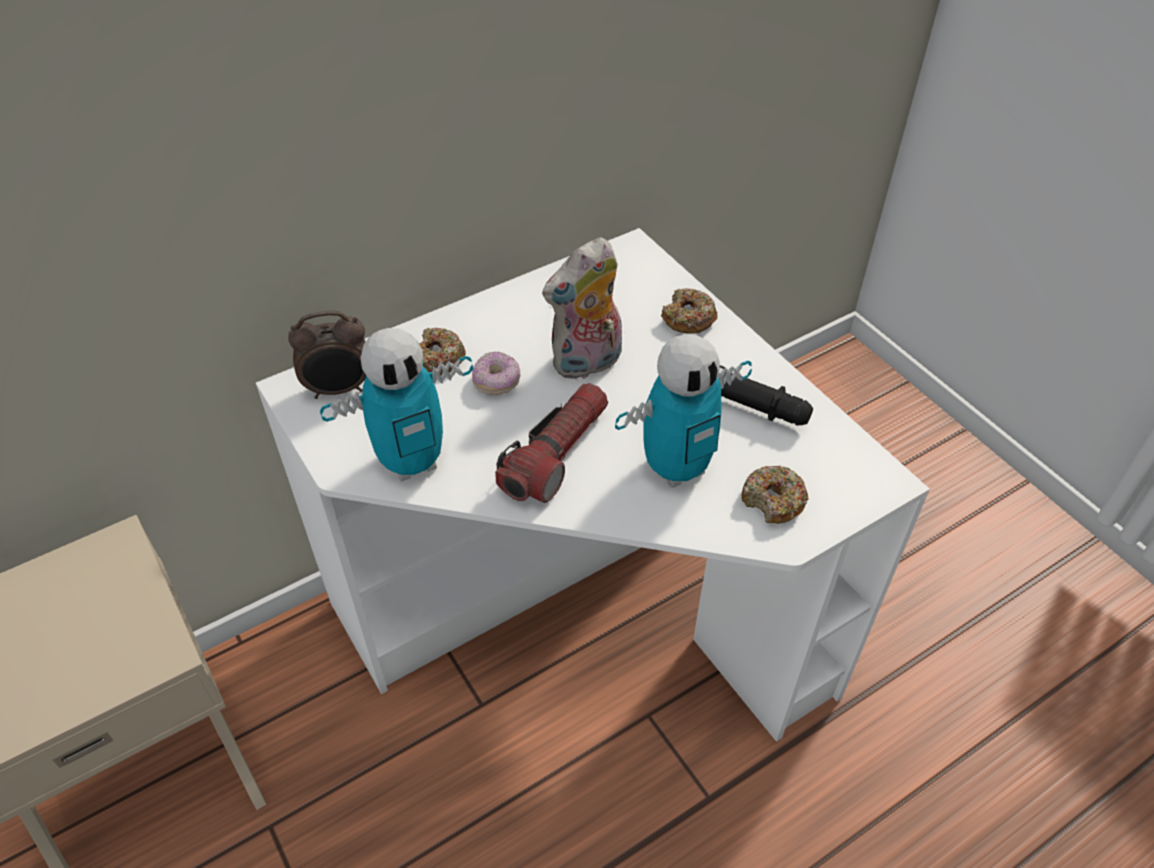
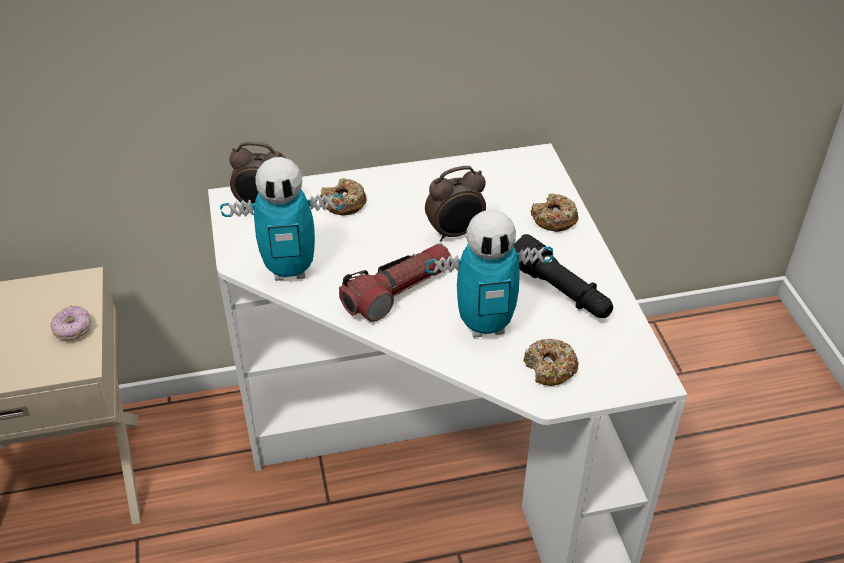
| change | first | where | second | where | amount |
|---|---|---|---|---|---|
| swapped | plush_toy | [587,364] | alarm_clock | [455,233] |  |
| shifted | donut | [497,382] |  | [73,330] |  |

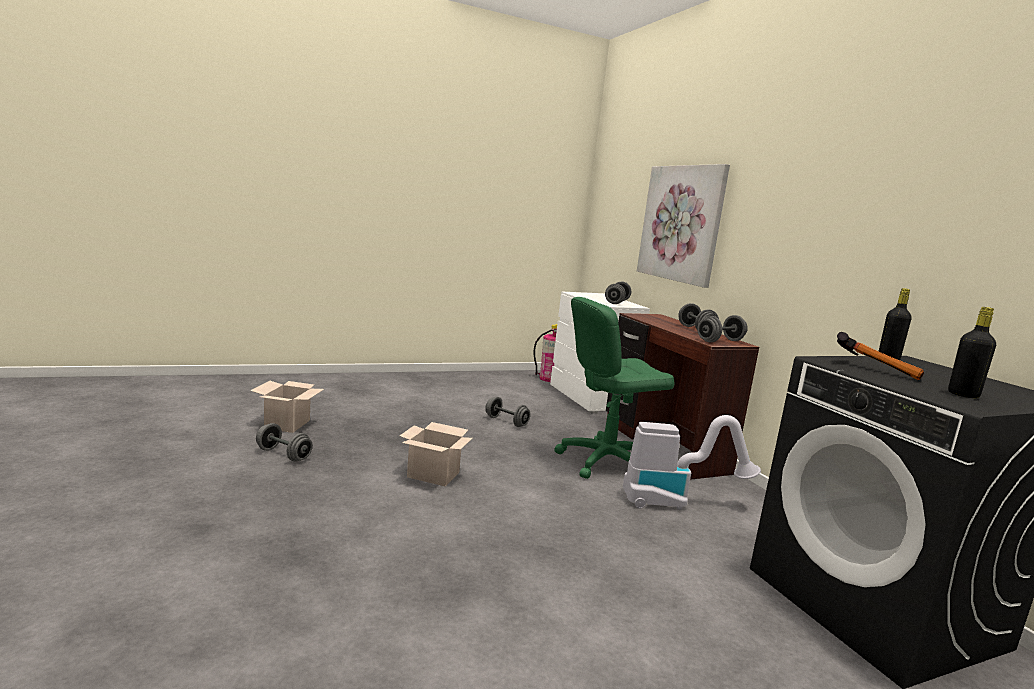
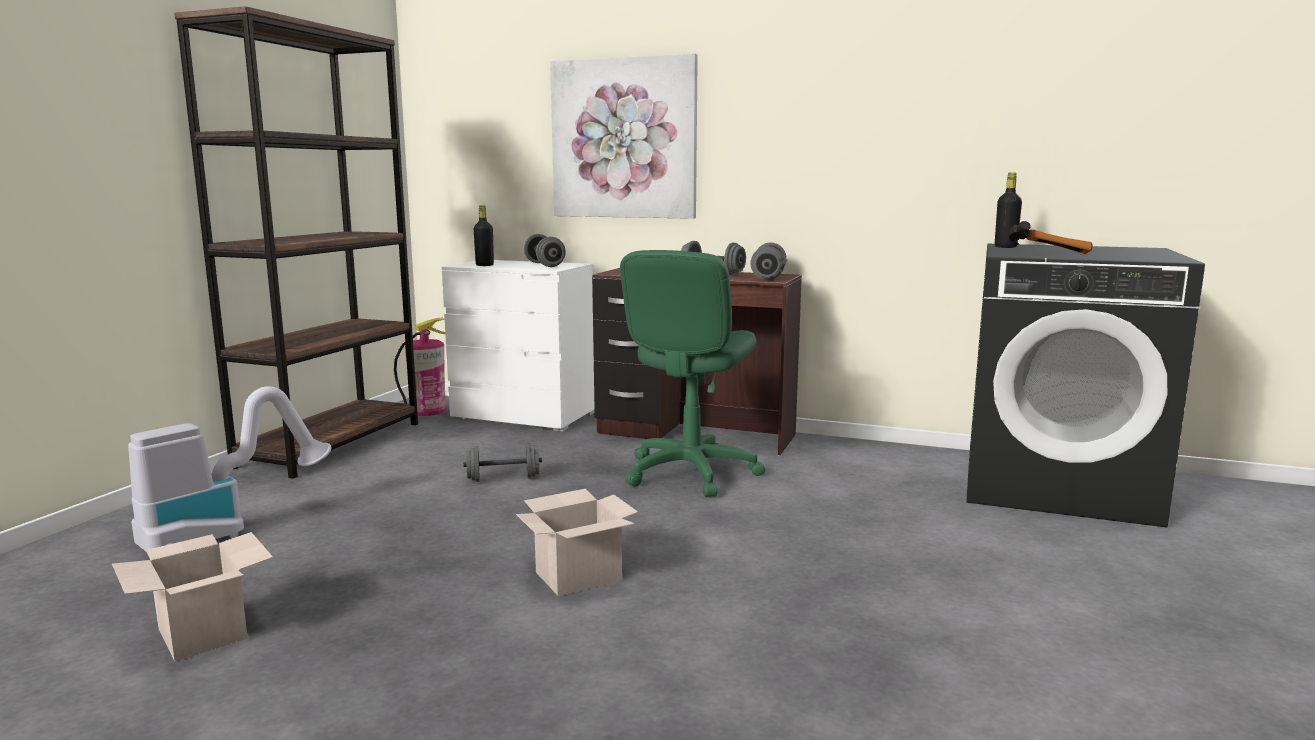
| change | first | where | second | where | amount |
|---|---|---|---|---|---|
| shifted | black_bottle | [963,395] |  | [484,265] |  |
| shifted | vacuum_cleaner | [676,501] |  | [227,530] |  |
| gone | grey_dumbbell | [283,455] |  |  |  |
| new |  |  | brown_bookcase | [332,444] |  |

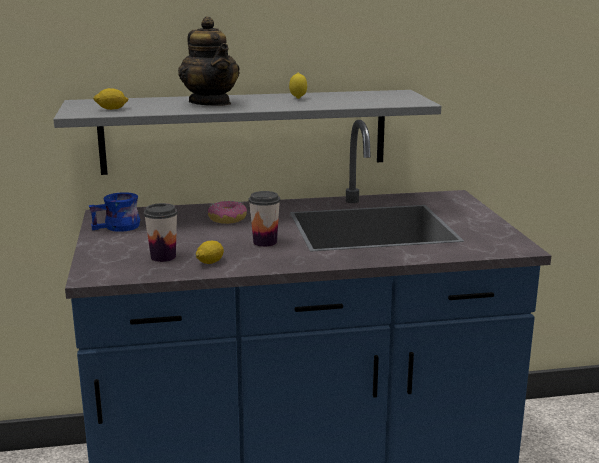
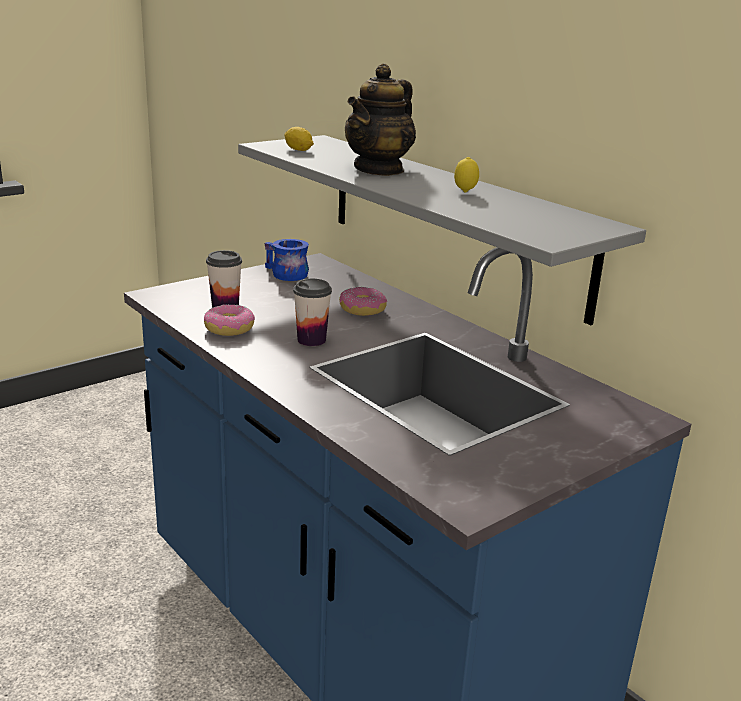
| change | first | where | second | where | amount |
|---|---|---|---|---|---|
| swapped | lemon | [210,262] | donut | [229,329] |  |

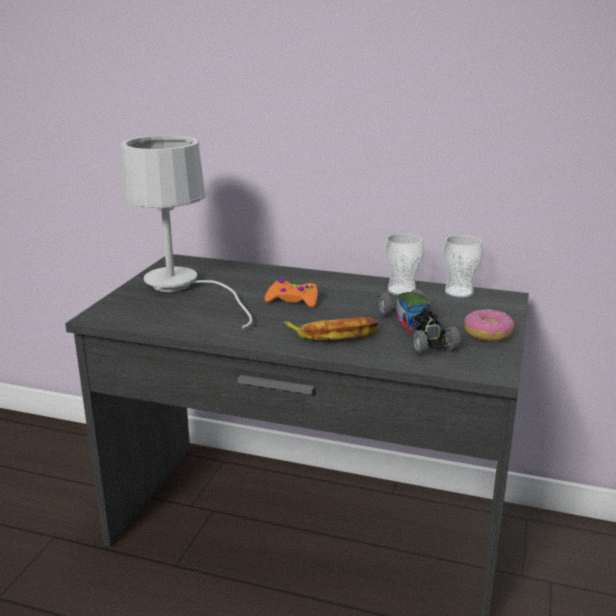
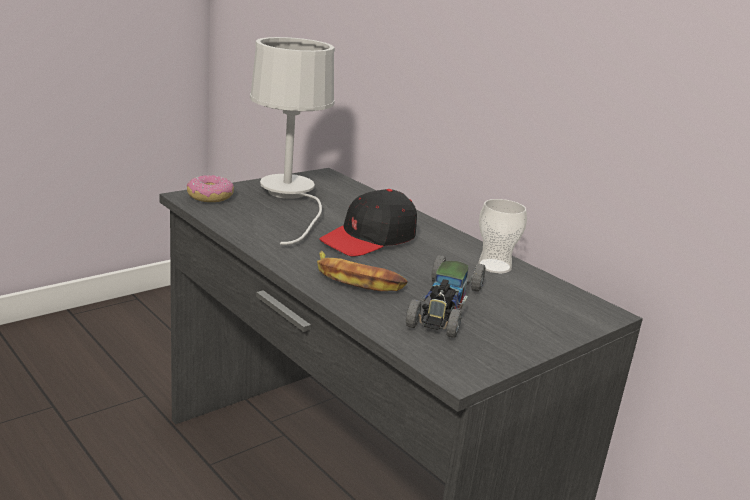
| change | first | where | second | where | amount |
|---|---|---|---|---|---|
| gone | cup | [459,292] |  |  |  |
| swapped | orange_game_controller | [293,300] | black_cap | [369,239] |  |
| shifted | donut | [488,334] |  | [210,197] |  |

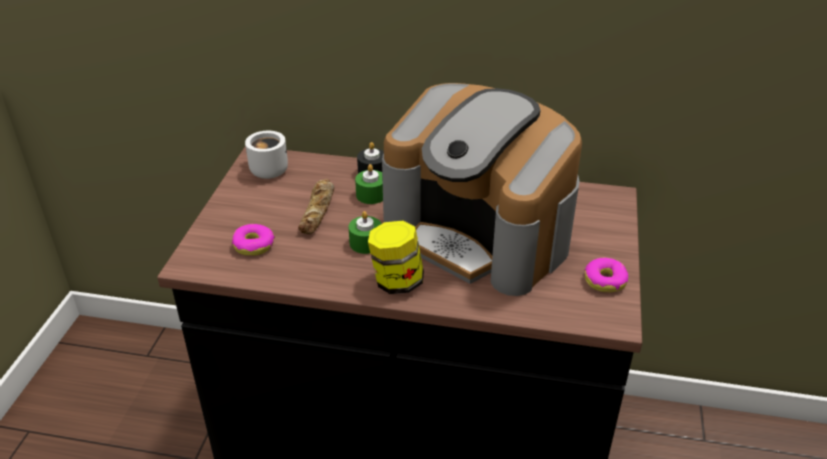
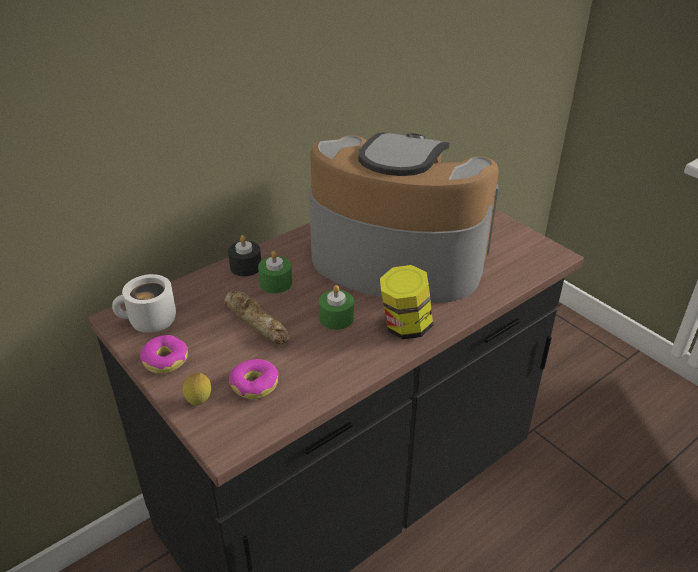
| change | first | where | second | where | amount |
|---|---|---|---|---|---|
| rotated | coffee_machine | [480,234] |  | [396,258] | 150 degrees counterclockwise |
| shifted | donut | [605,280] |  | [165,360] |  |
| new |  |  | lemon | [199,402] |  |

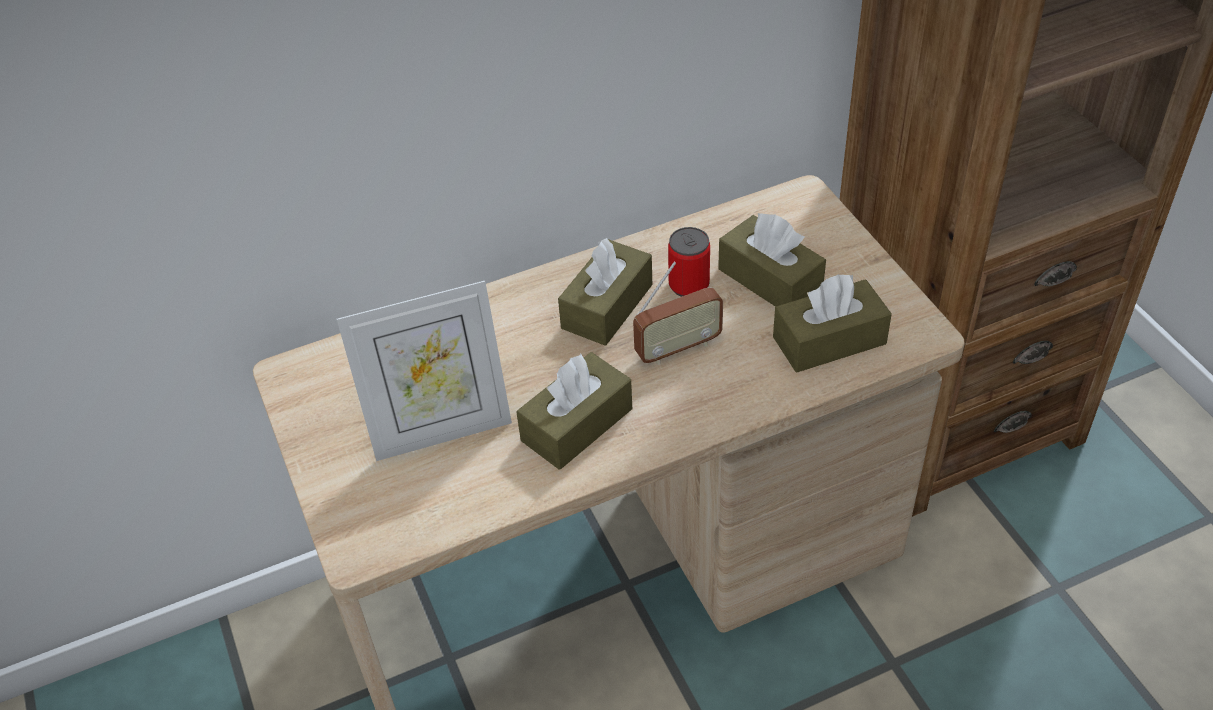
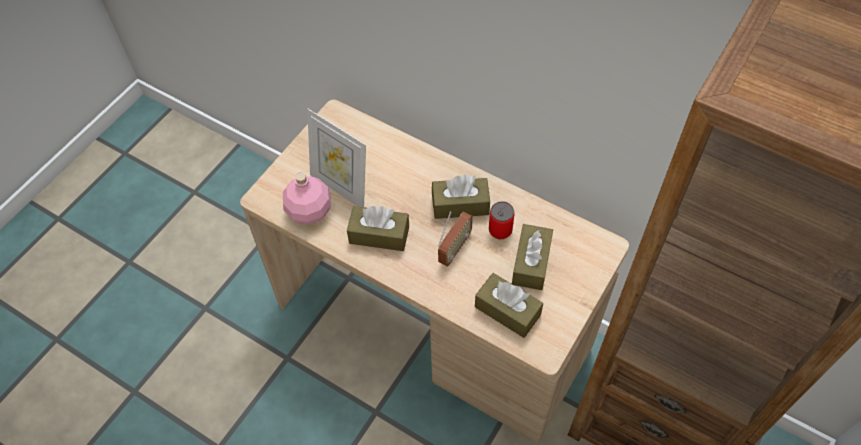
| change | first | where | second | where | amount |
|---|---|---|---|---|---|
| rotated | radio | [678,348] |  | [454,248] | 90 degrees counterclockwise |
| new |  |  | pink_bottle | [309,212] |  |

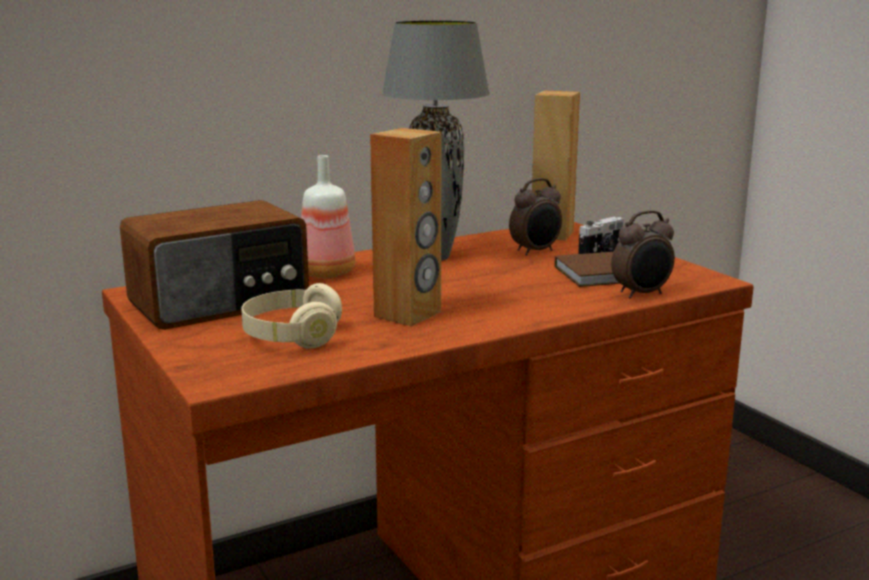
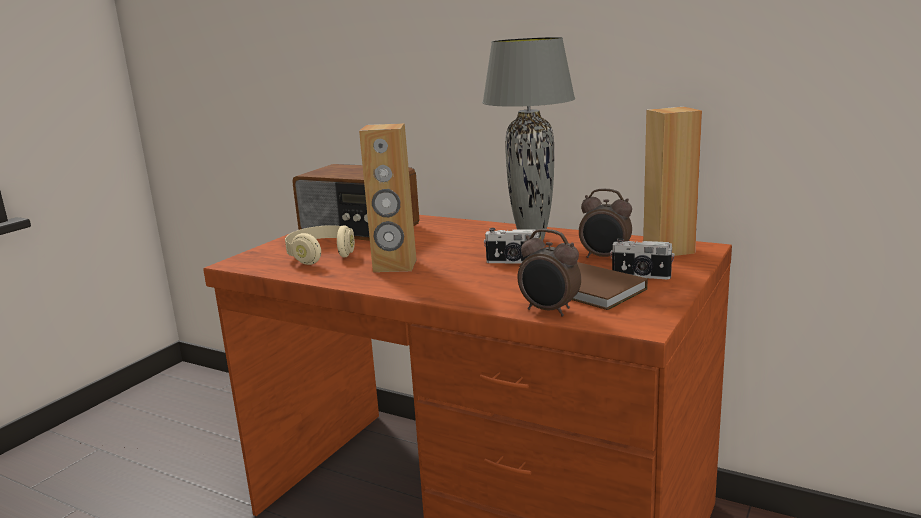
| change | first | where | second | where | amount |
|---|---|---|---|---|---|
| gone | bottle | [324,273] |  |  |  |
| new |  |  | photo_camera | [512,262] |  |

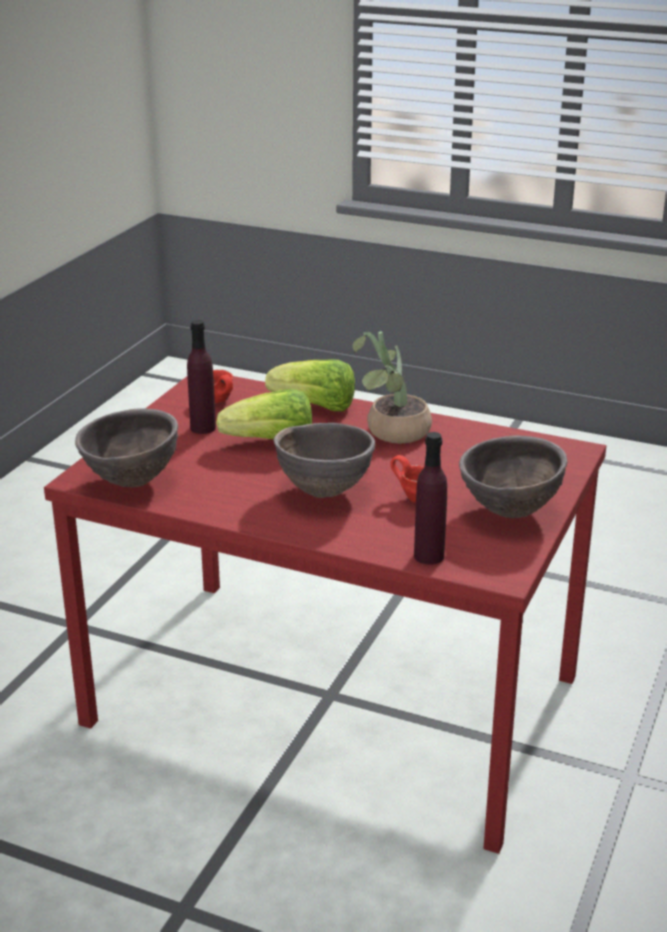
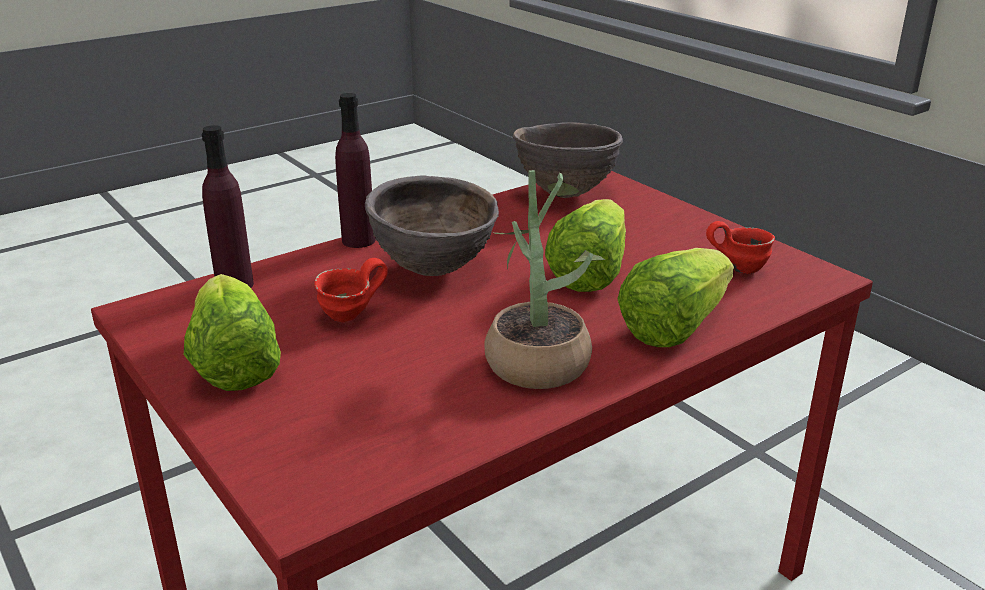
| change | first | where | second | where | amount |
|---|---|---|---|---|---|
| shifted | purple_bottle | [203,428] |  | [358,240] |  |
| swapped | brown_bowl | [509,512] | lettuce | [234,364] |  |

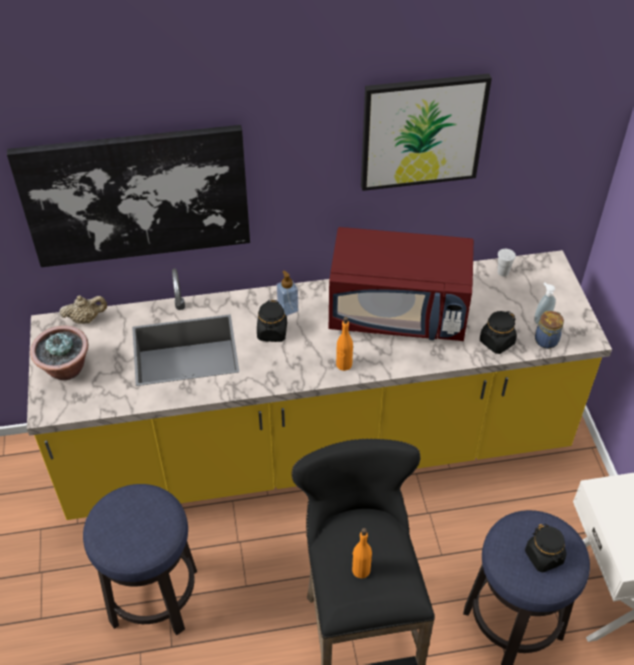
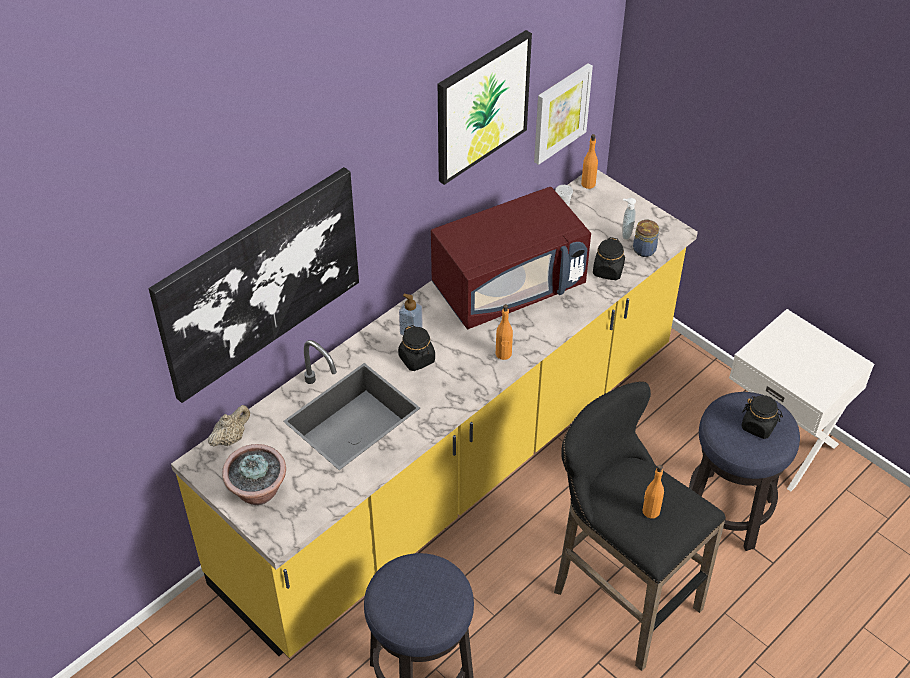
| change | first | where | second | where | amount |
|---|---|---|---|---|---|
| new |  |  | picture | [560,113] |  |
| new |  |  | orange_bottle | [588,184] |  |

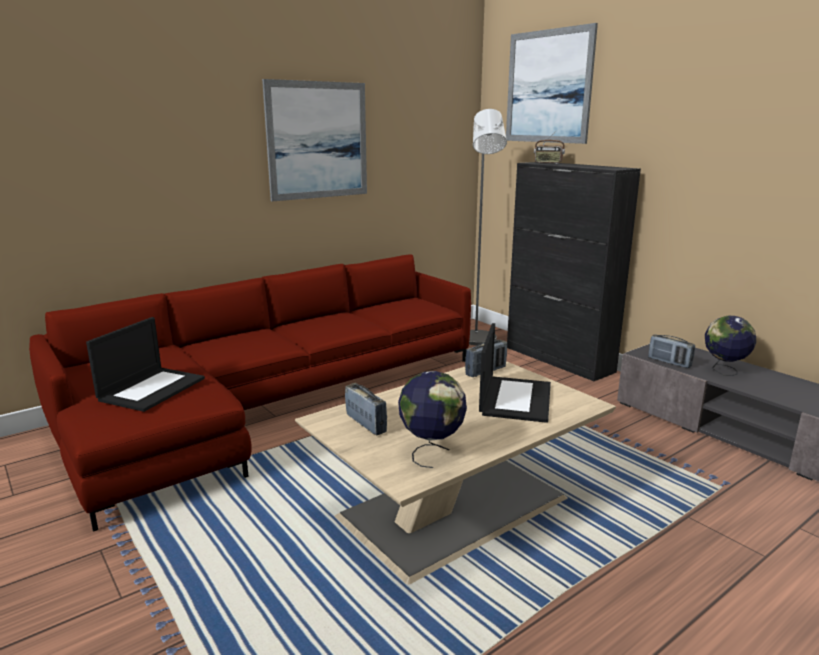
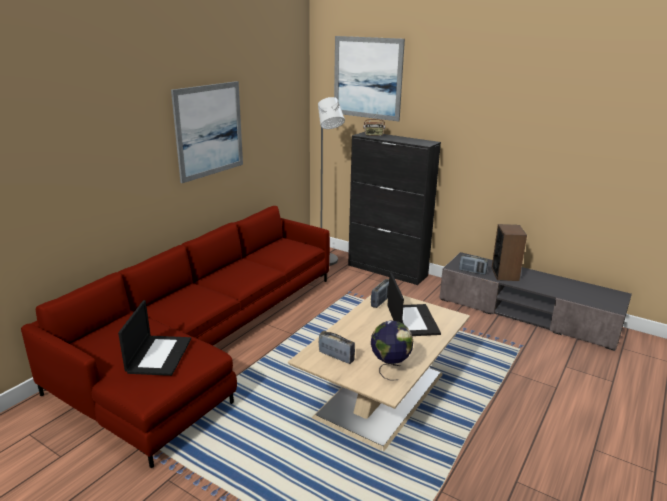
| change | first | where | second | where | amount |
|---|---|---|---|---|---|
| swapped | globe | [724,371] | speaker | [505,274] |  |

